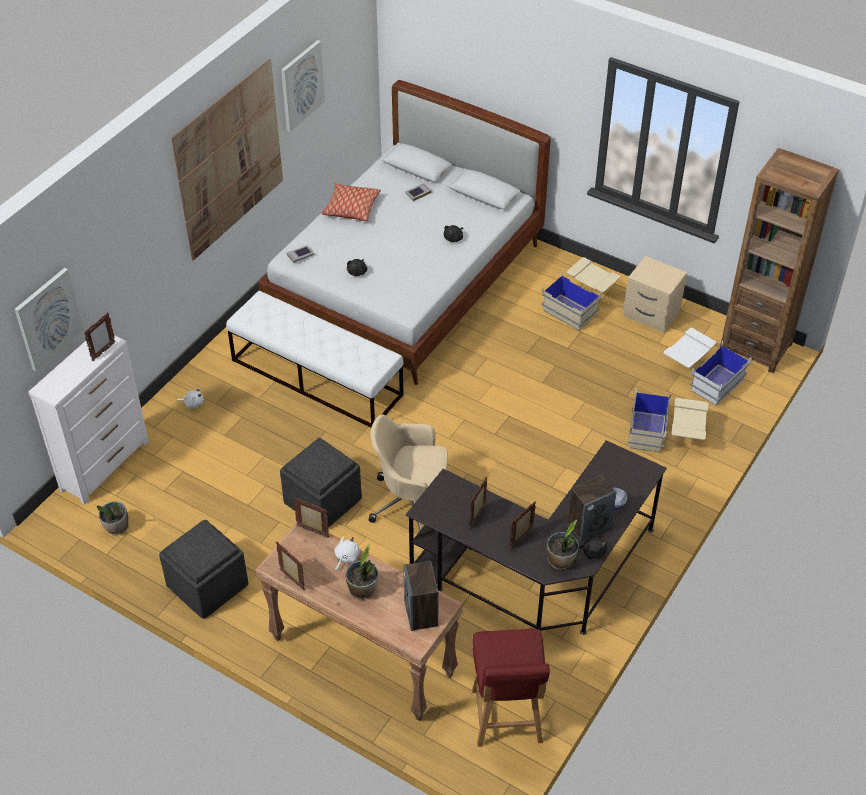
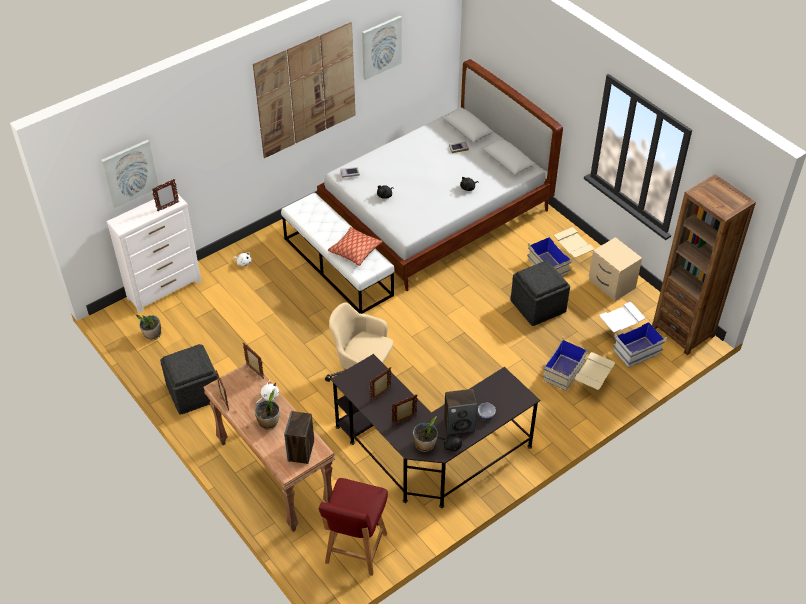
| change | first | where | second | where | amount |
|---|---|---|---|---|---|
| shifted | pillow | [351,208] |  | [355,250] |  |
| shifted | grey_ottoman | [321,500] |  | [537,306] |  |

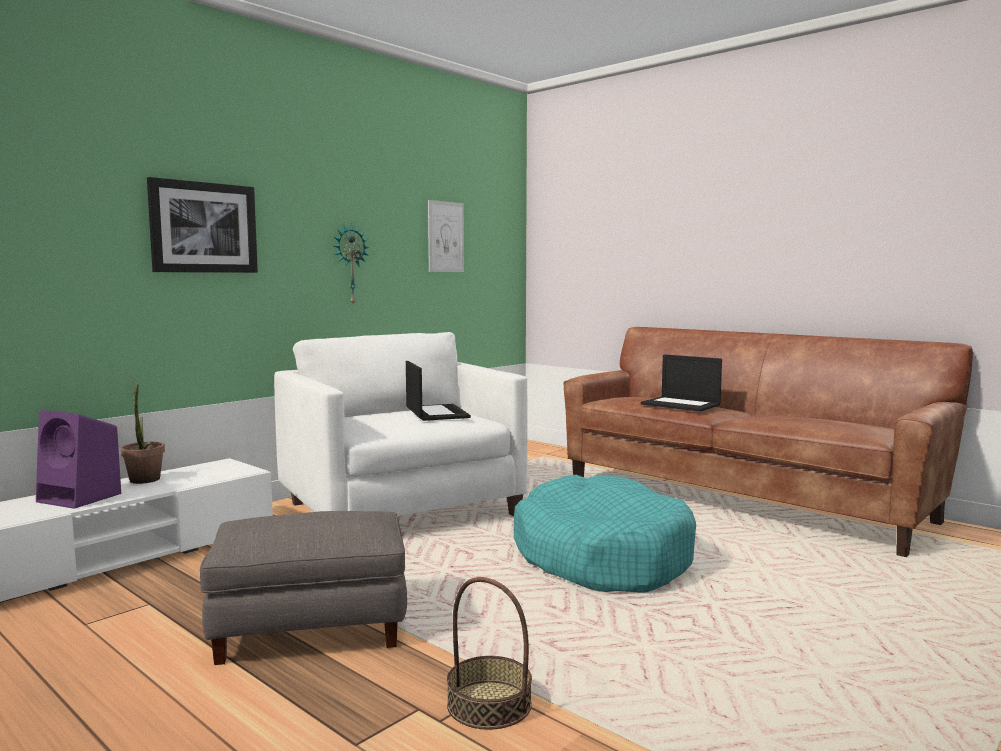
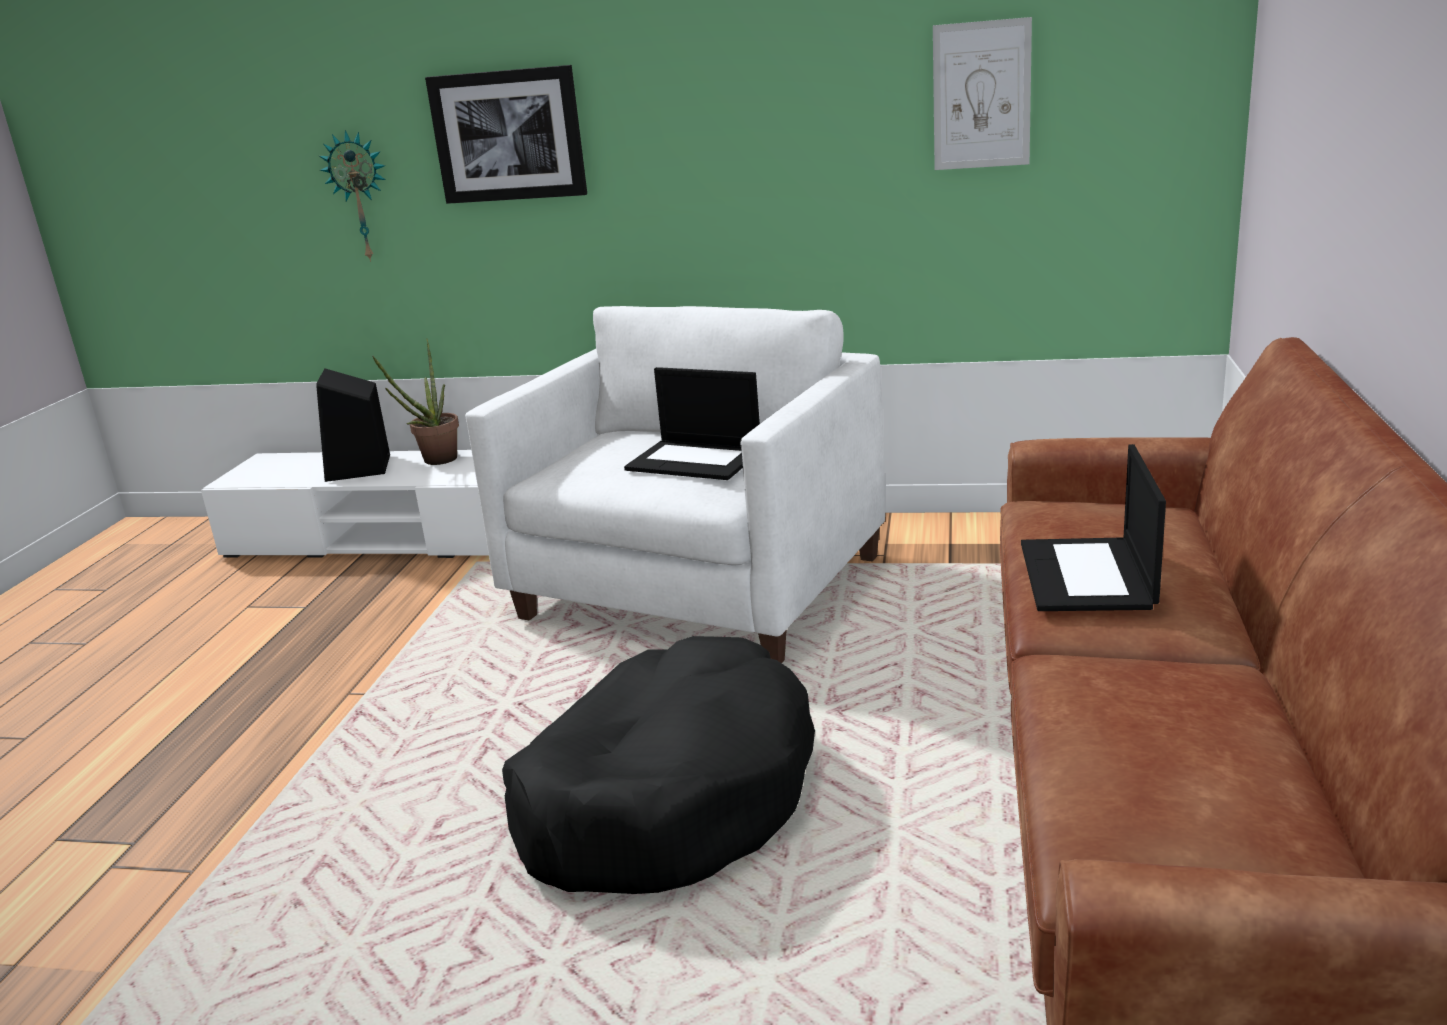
| change | first | where | second | where | amount |
|---|---|---|---|---|---|
| shifted | wall_clock | [350,264] |  | [360,196] |  |
| rotated | laptop | [436,413] |  | [696,460] | 75 degrees clockwise |
| repainted | purple_speaker | [81,498] | black_speaker | [358,468] |  |
| repainted | turquoise_dog_bed | [601,557] | black_dog_bed | [667,797] |  |
| gone | grey_ottoman | [309,627] |  |  |  |
| gone | basket | [489,704] |  |  |  |

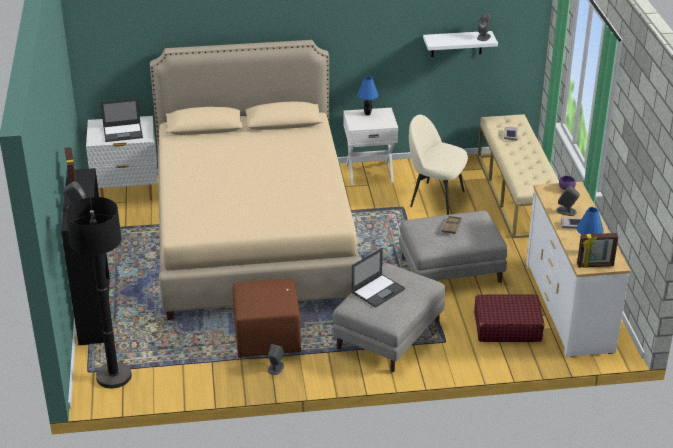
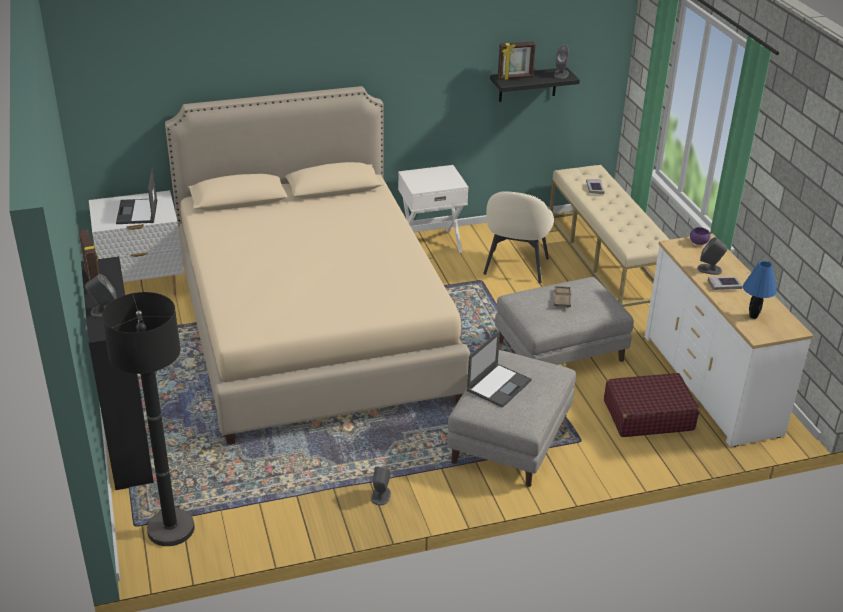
| change | first | where | second | where | amount |
|---|---|---|---|---|---|
| repainted | white_shelf | [456,44] | black_shelf | [527,84] |  |
| gone | blue_table_lamp | [368,114] |  |  |  |
| rotated | laptop | [123,132] |  | [137,212] | 105 degrees clockwise |
| rotated | beige_chair | [435,198] |  | [515,267] | 90 degrees counterclockwise |
| shifted | picture_frame | [595,265] |  | [515,78] |  |
| gone | brown_ottoman | [268,338] |  |  |  |

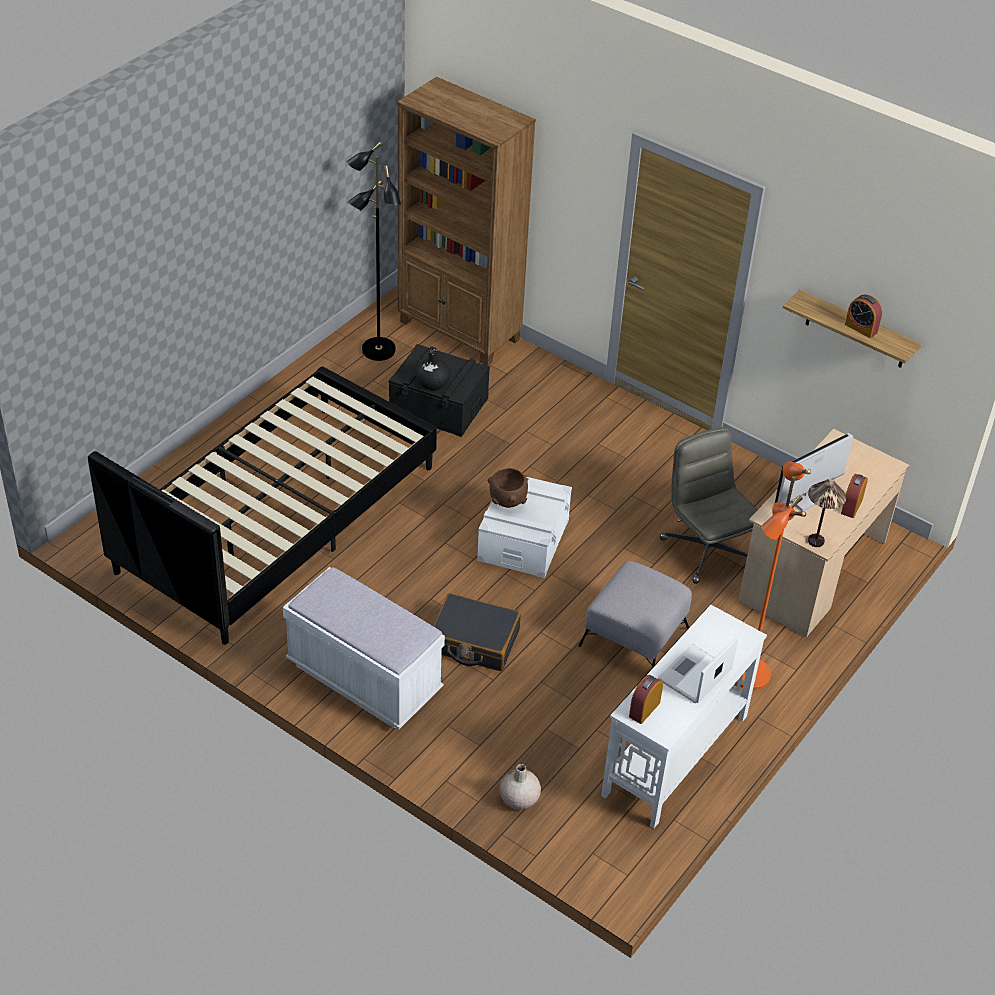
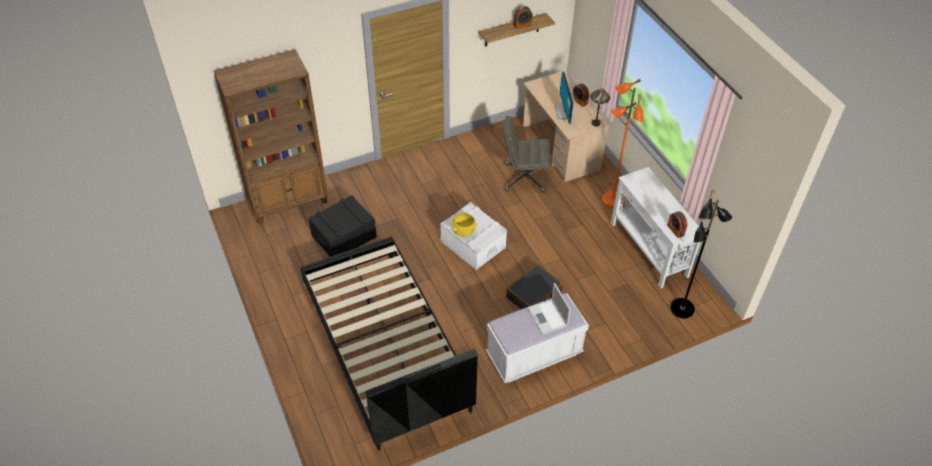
| change | first | where | second | where | amount |
|---|---|---|---|---|---|
| shifted | black_floor_lamp | [377,350] |  | [682,309] |  |
| gone | black_vase | [432,384] |  |  |  |
| repainted | brown_bowl | [507,500] | yellow_bowl | [463,232] |  |
| gone | grey_ottoman | [633,637] |  |  |  |
| shifted | laptop | [694,676] |  | [548,317] |  |
| gone | beige_vase | [518,798] |  |  |  |

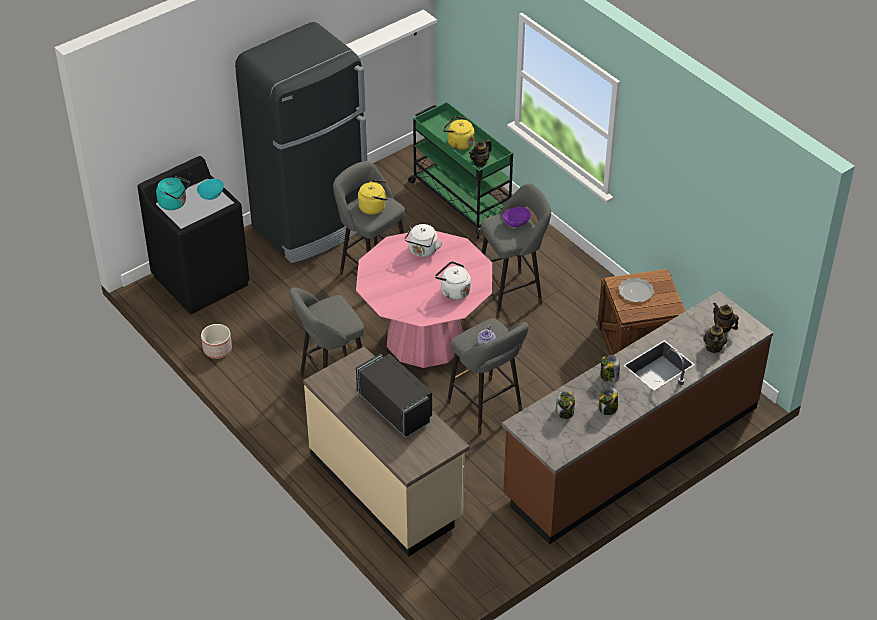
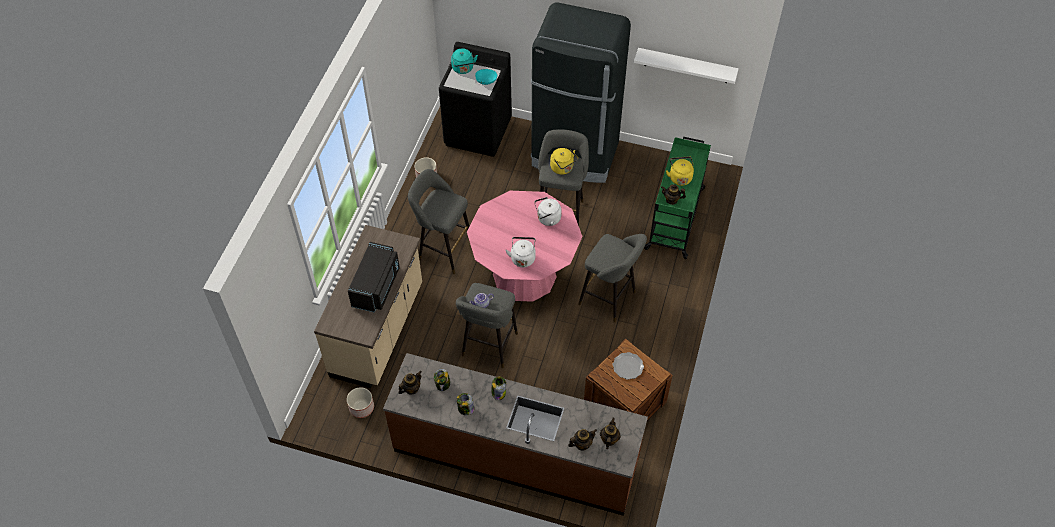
| change | first | where | second | where | amount |
|---|---|---|---|---|---|
| gone | purple_bowl | [516,222] |  |  |  |
| new |  |  | teapot | [411,388] |  |
| new |  |  | planter | [361,408] |  |

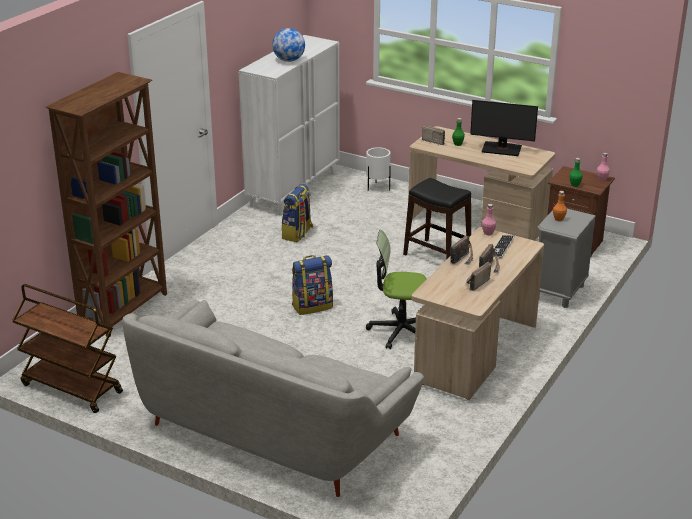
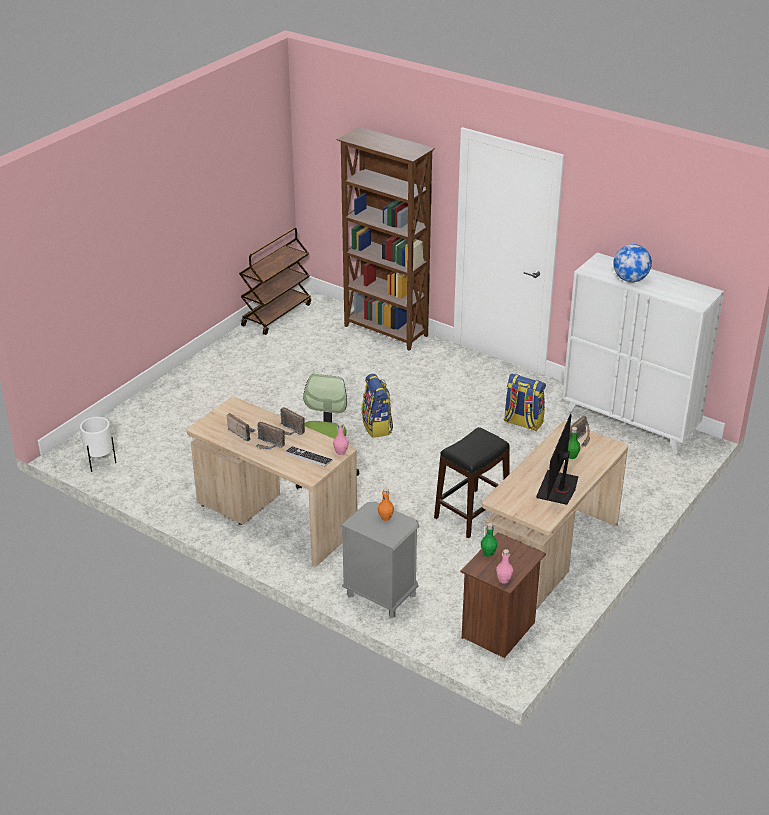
| change | first | where | second | where | amount |
|---|---|---|---|---|---|
| shifted | white_planter | [378,188] |  | [100,463] |  |
| gone | grey_sofa | [273,427] |  |  |  |

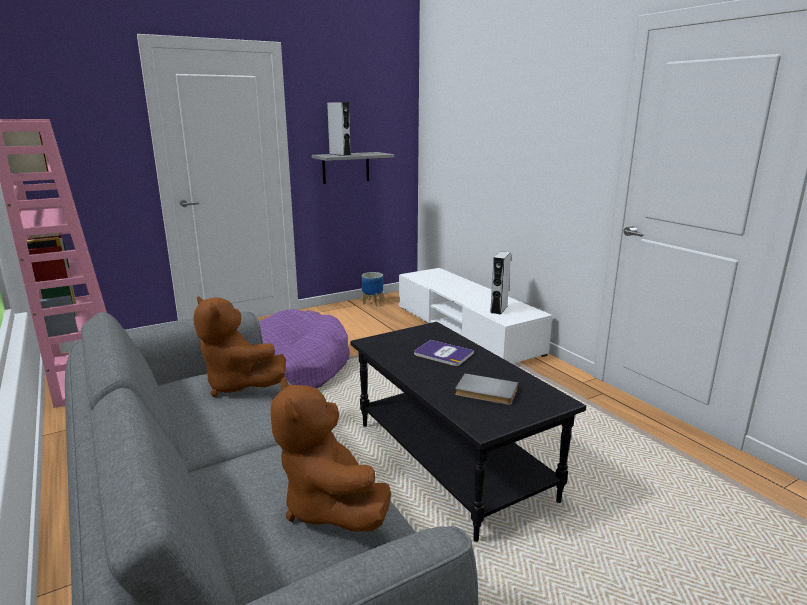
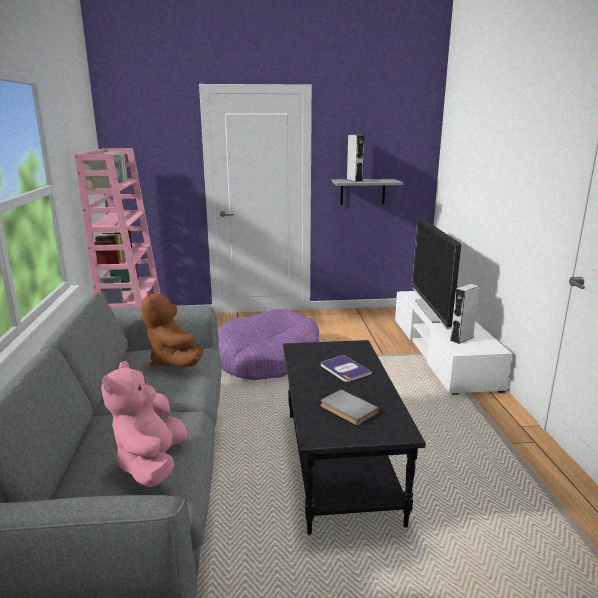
| change | first | where | second | where | amount |
|---|---|---|---|---|---|
| gone | planter | [373,302] |  |  |  |
| repainted | brown_plush_toy | [330,507] | pink_plush_toy | [151,463] |  |
| new |  |  | television | [432,311] |  |

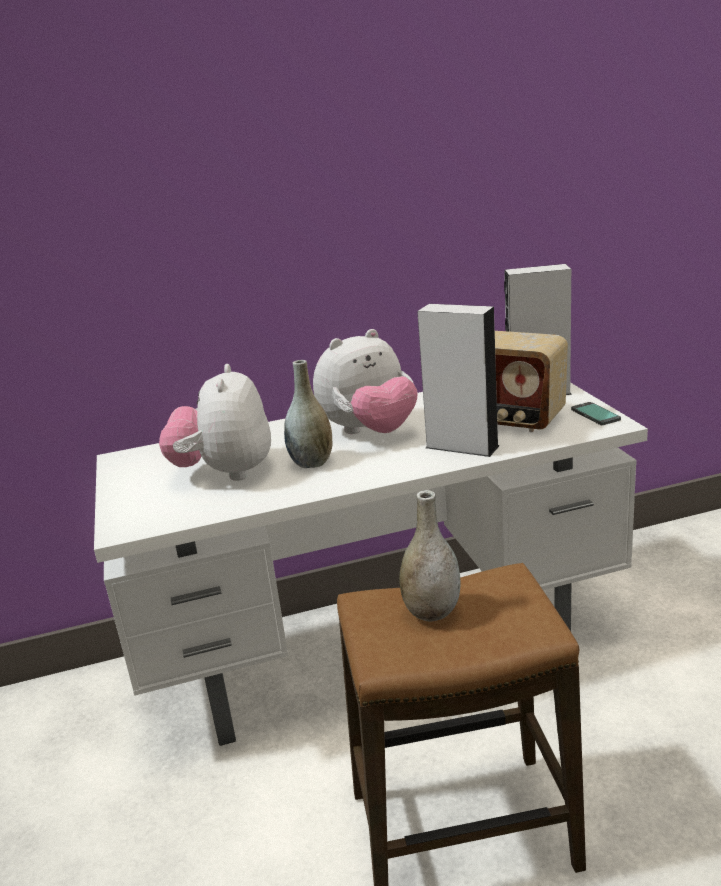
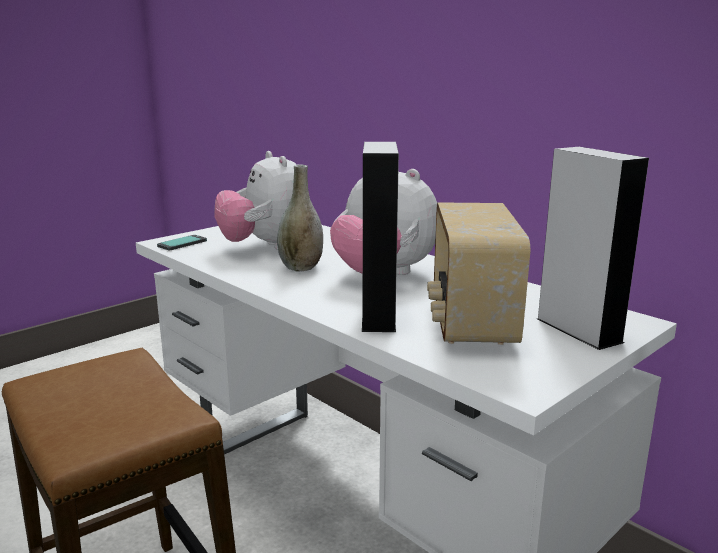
| change | first | where | second | where | amount |
|---|---|---|---|---|---|
| rotated | plush_toy | [225,473] |  | [266,247] | 90 degrees counterclockwise |
| shifted | phone | [595,415] |  | [182,243] |  |
| gone | grey_vase | [432,612] |  |  |  |

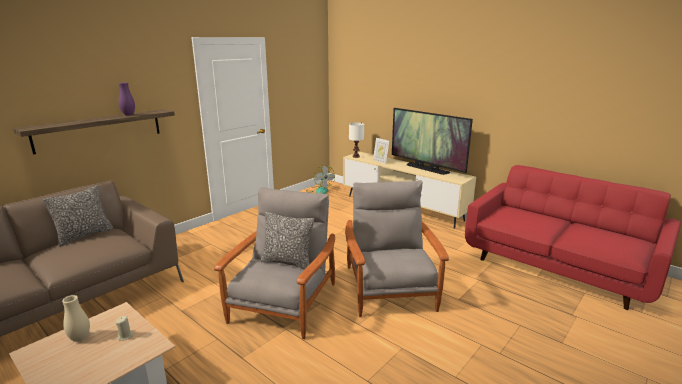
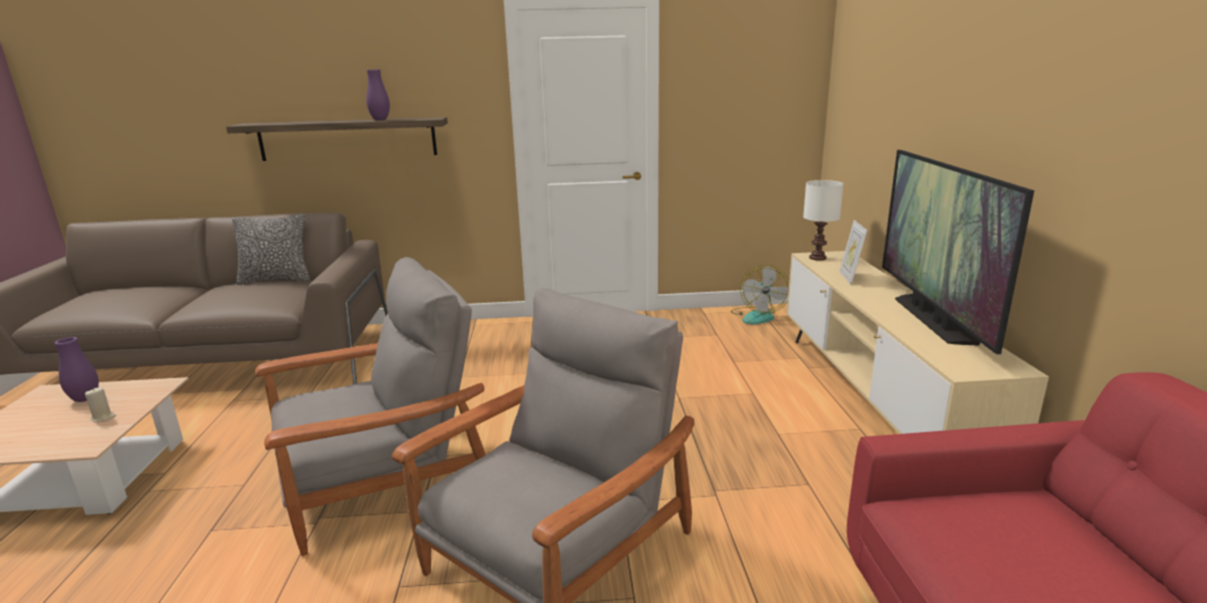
| change | first | where | second | where | amount |
|---|---|---|---|---|---|
| gone | pillow | [287,262] |  |  |  |
| repainted | beige_vase | [80,338] | purple_vase | [85,399] |  |

